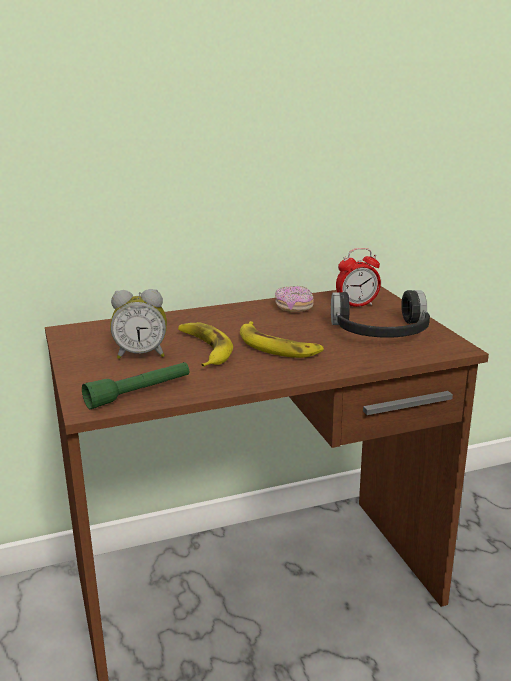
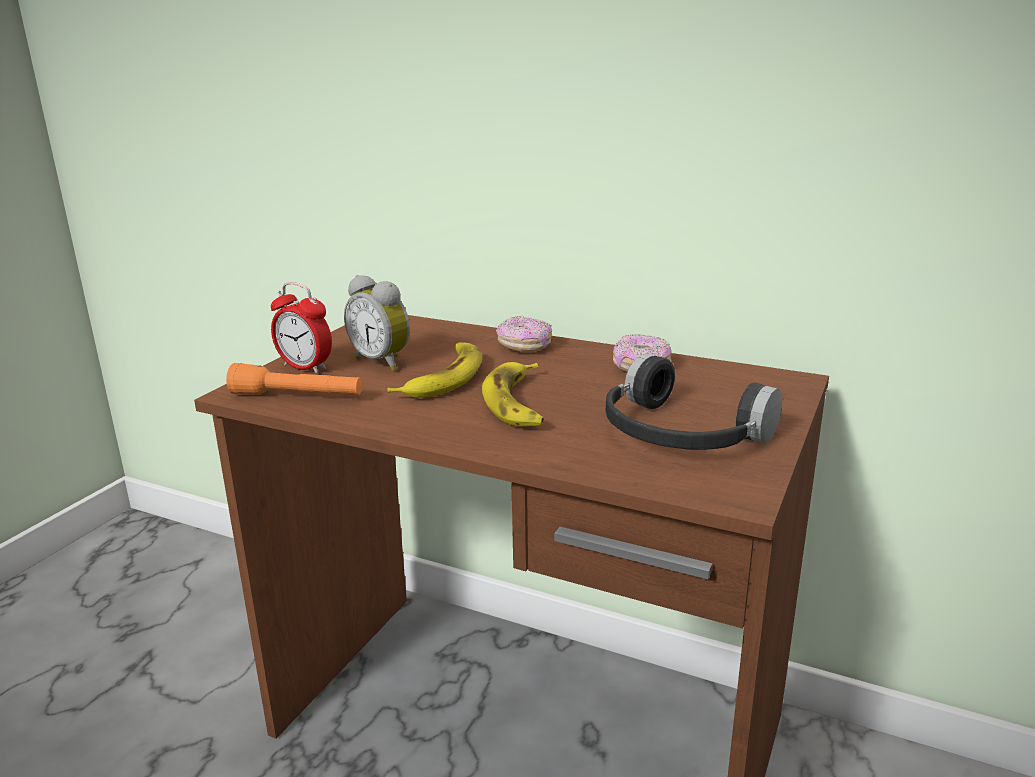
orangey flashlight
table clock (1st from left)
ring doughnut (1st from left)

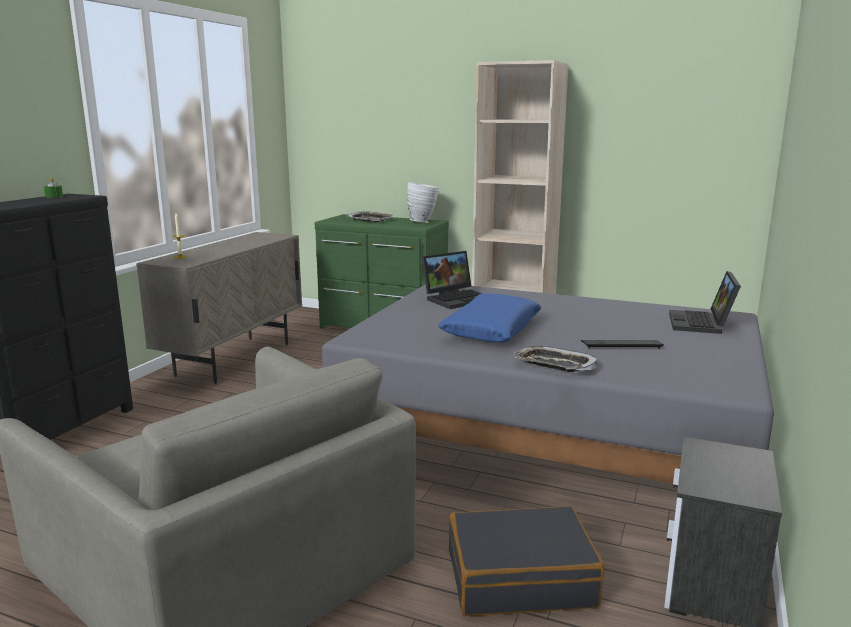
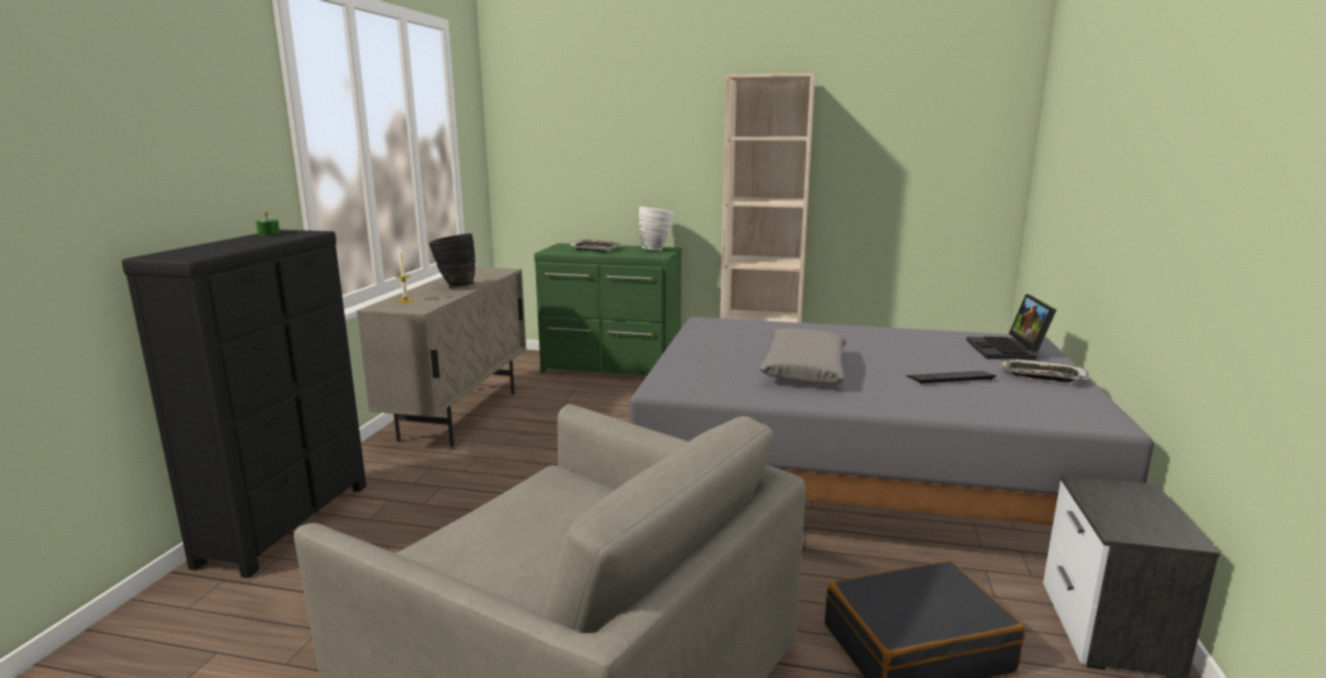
notebook computer (1st from left in the first image)
gray cushion
serving tray (2nd from left)
blackish vase

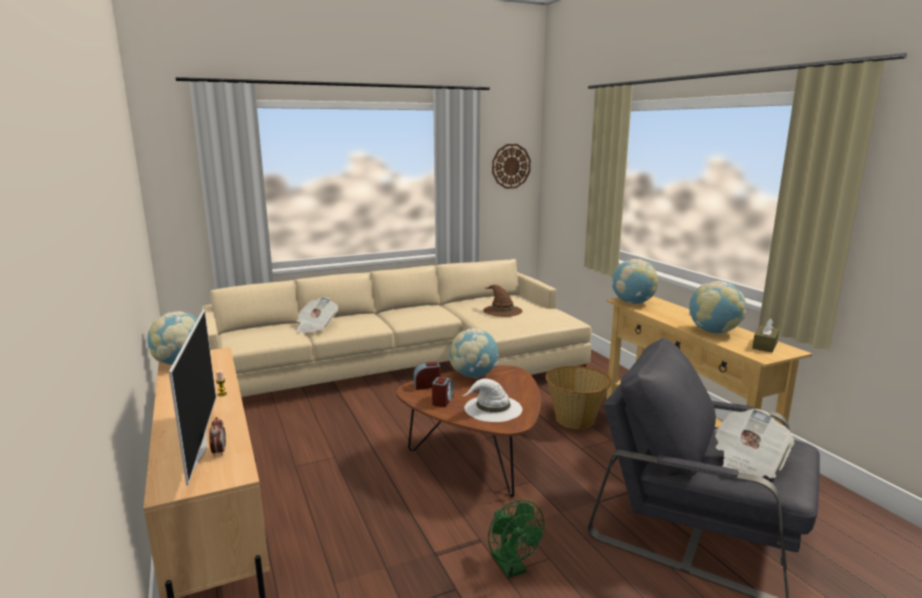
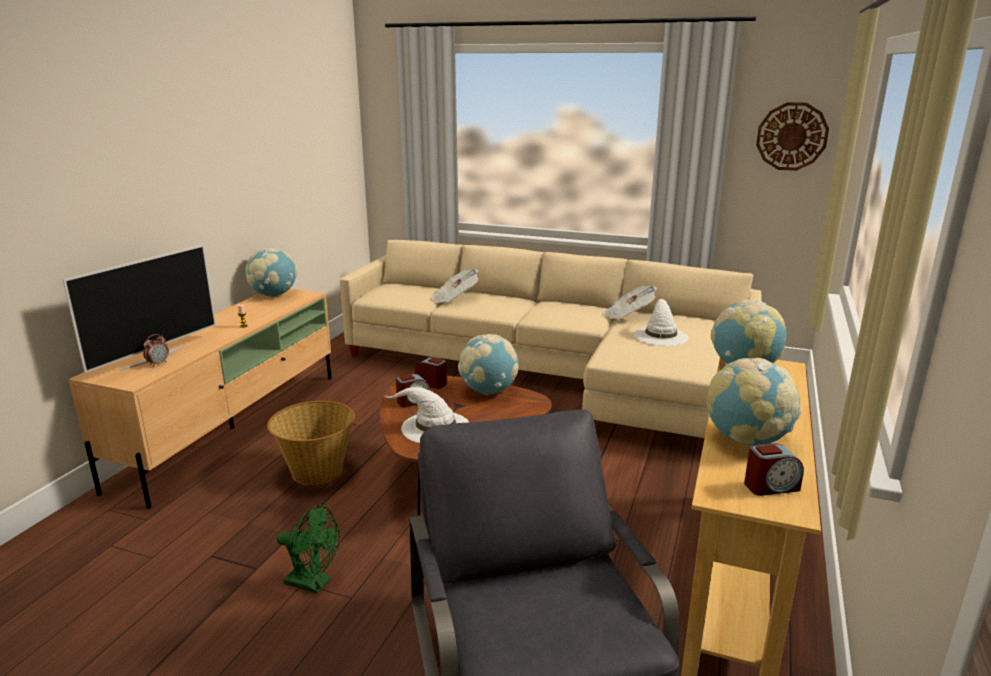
white-coloured clothing hat (2nd from left)
greenish electric fan
basket
printed paper (2nd from left)
table clock (4th from left)

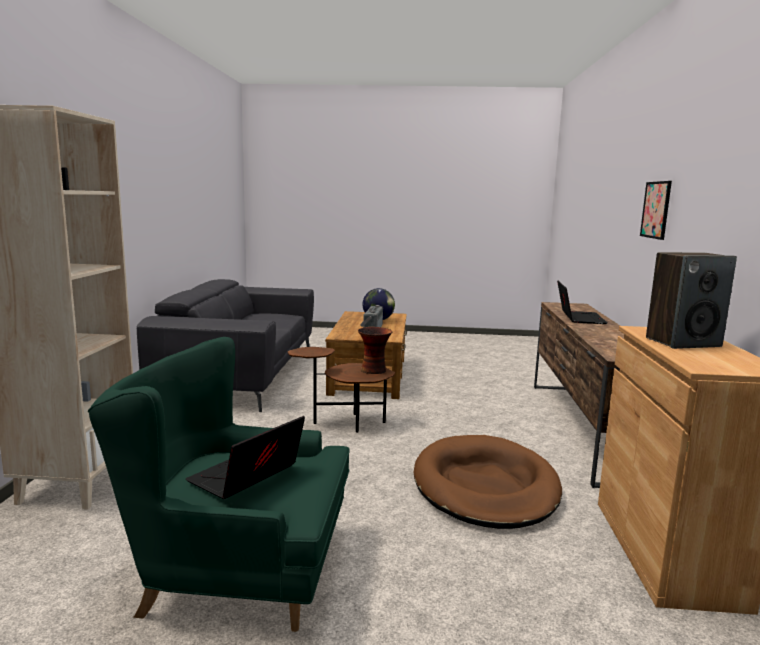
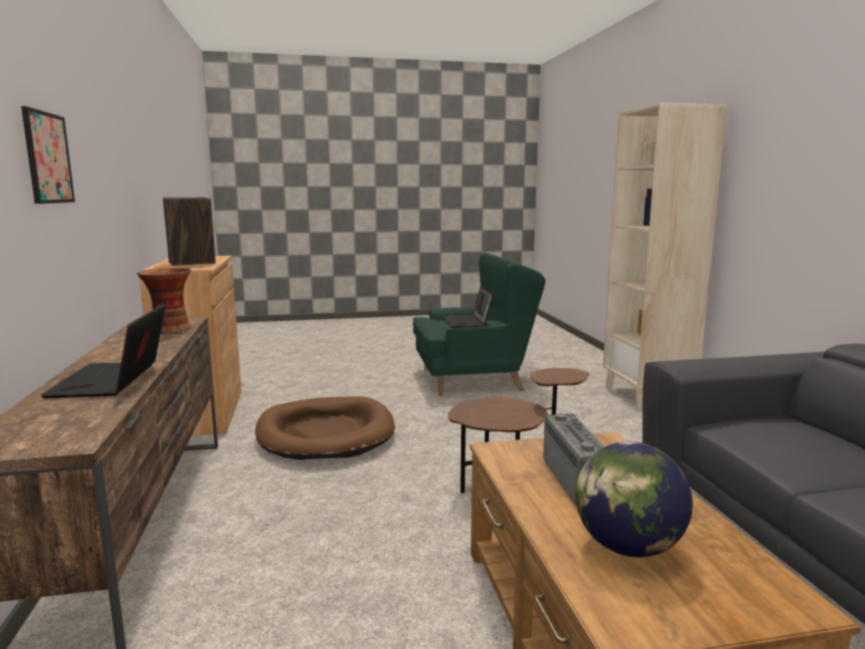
notebook computer (2nd from left)
vase

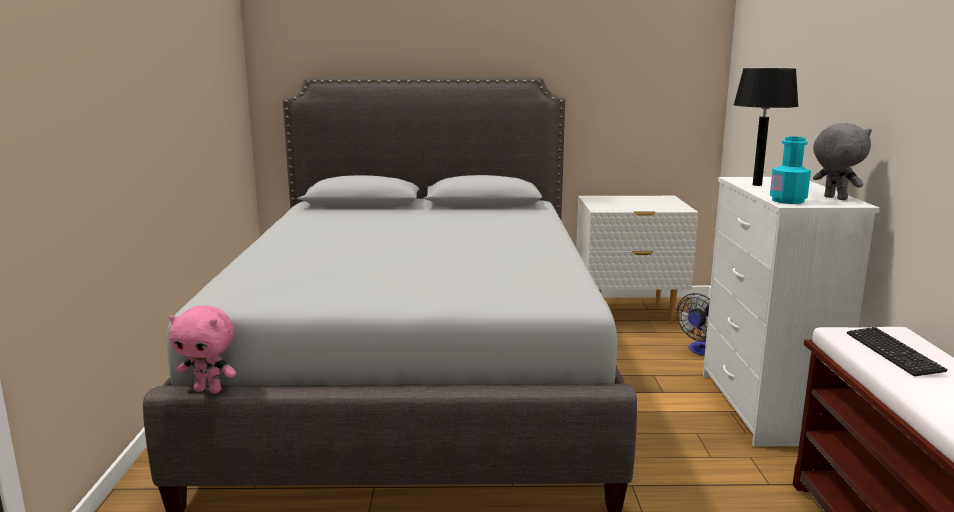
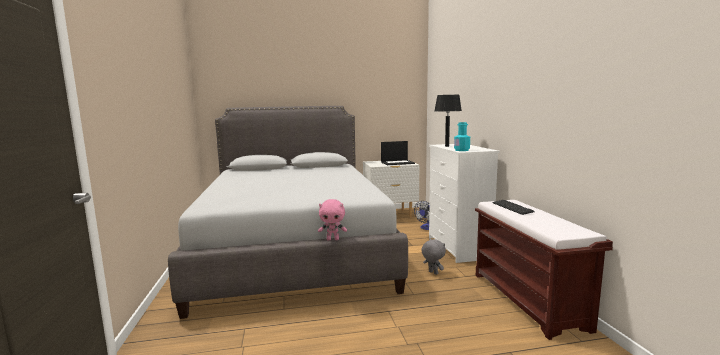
pinkish plush toy
gray plush toy
notebook computer

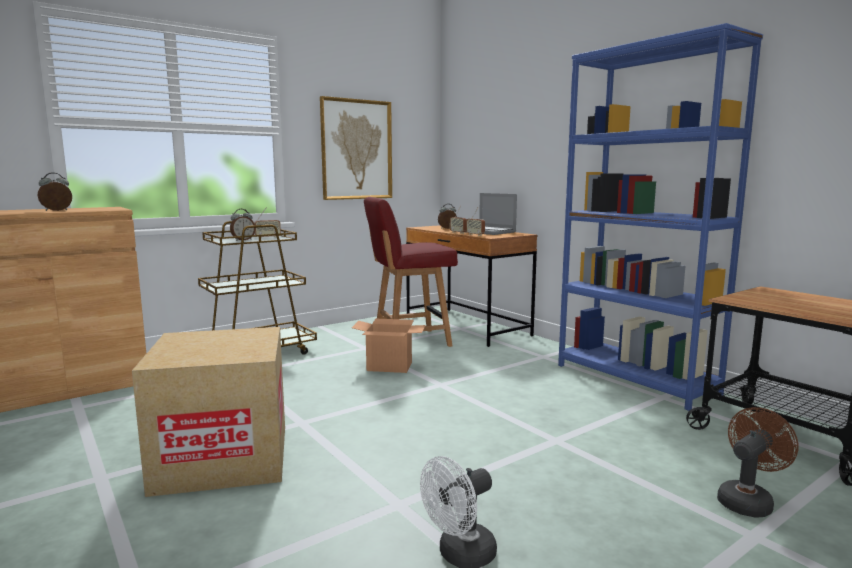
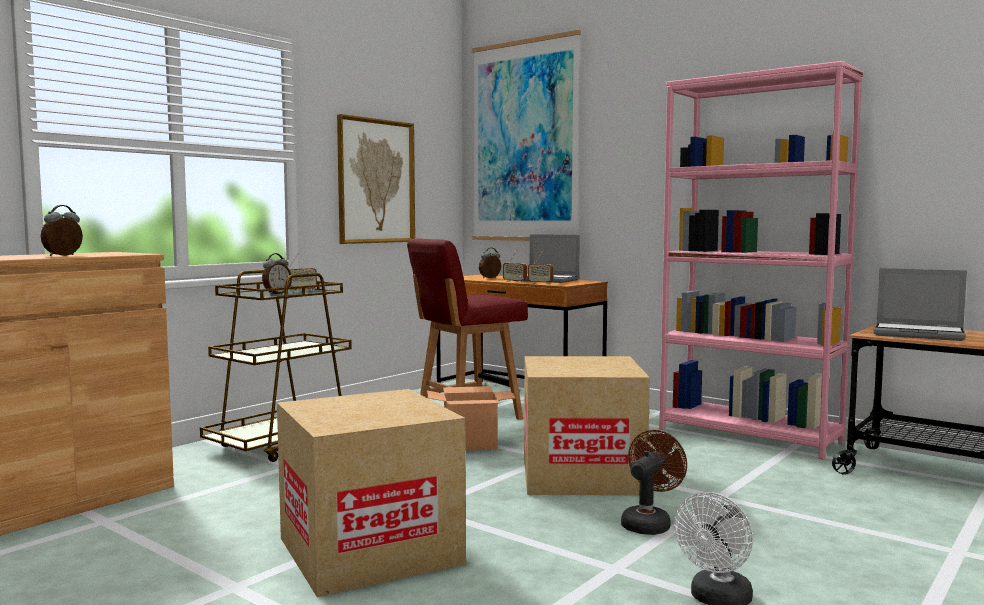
pinkish bookshelf
brown-coloured electric fan
picture (2nd from left)
cardboard box (3rd from left)
notebook computer (2nd from left)

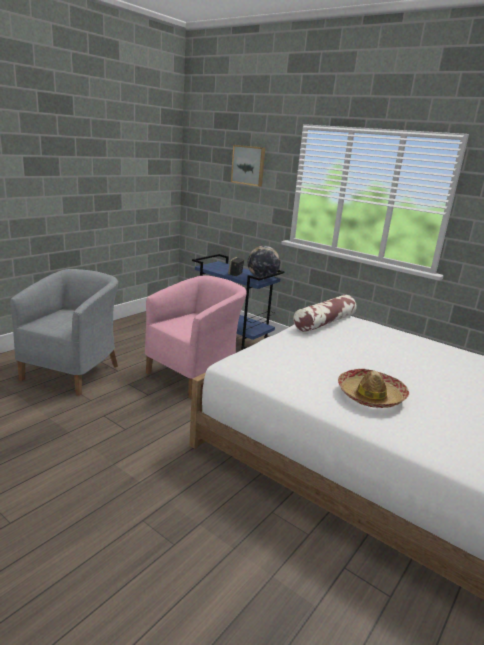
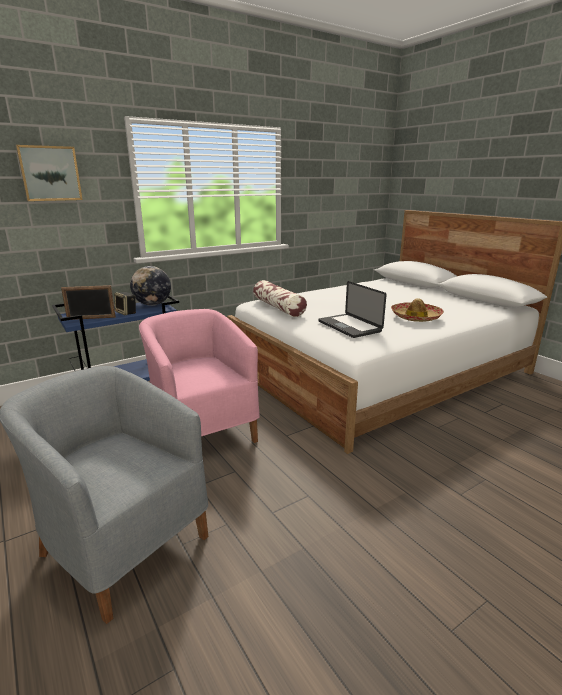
photo frame
notebook computer

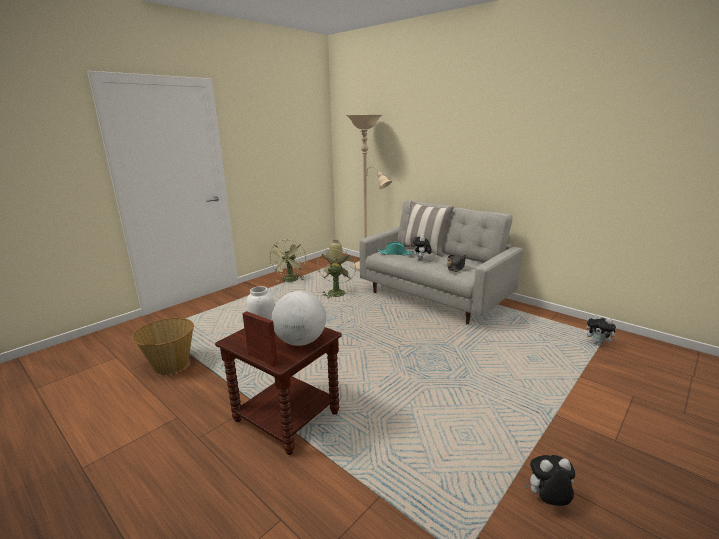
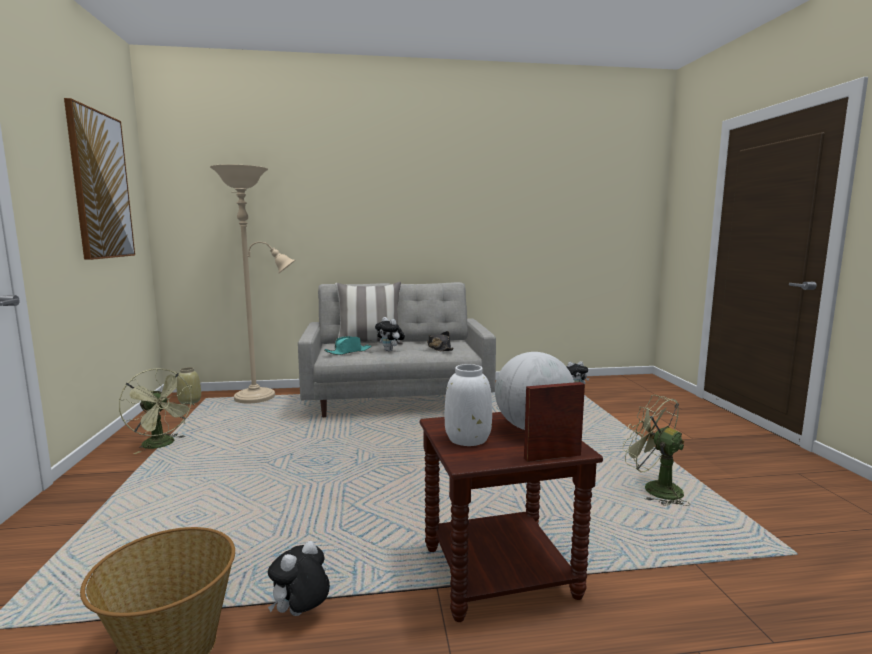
greenish electric fan (2nd from left)
plush toy (1st from left)
picture

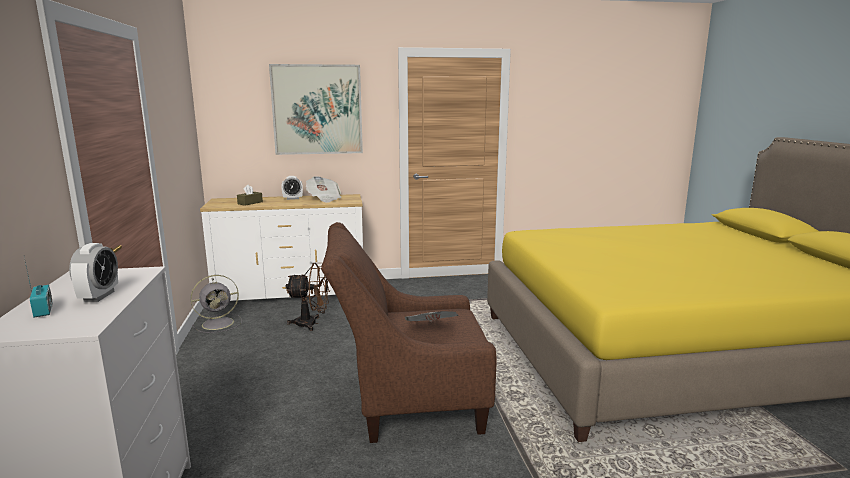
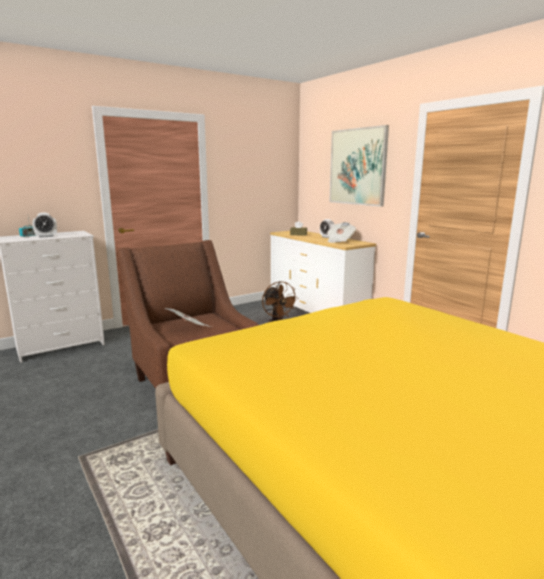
gray electric fan

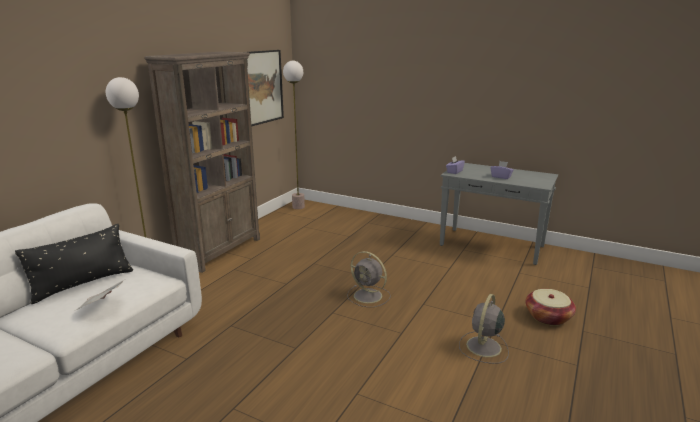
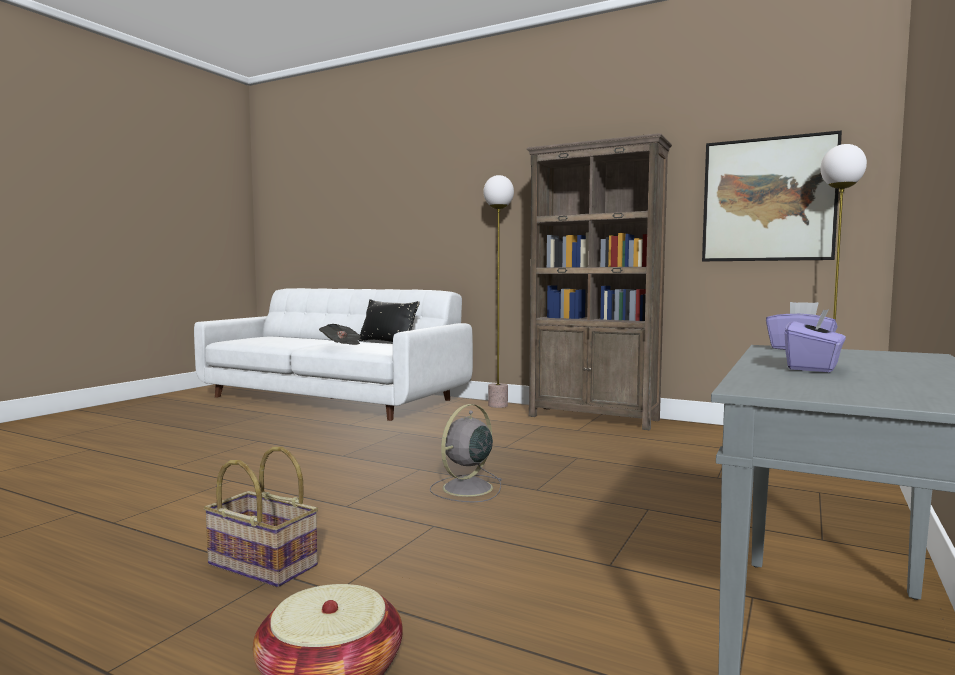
basket (1st from left)

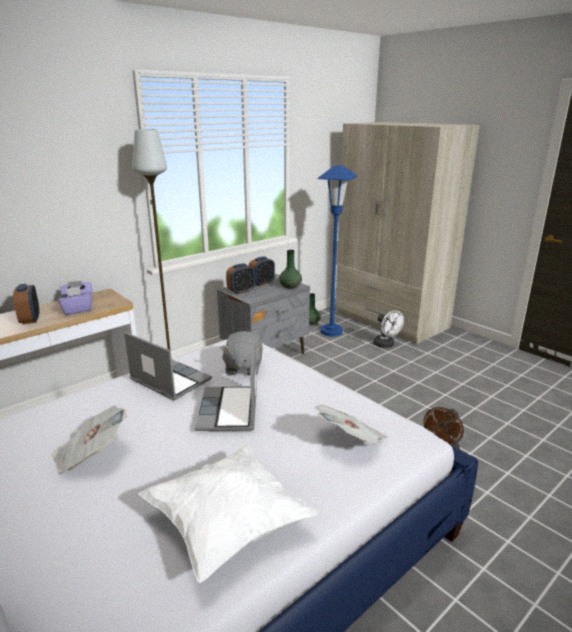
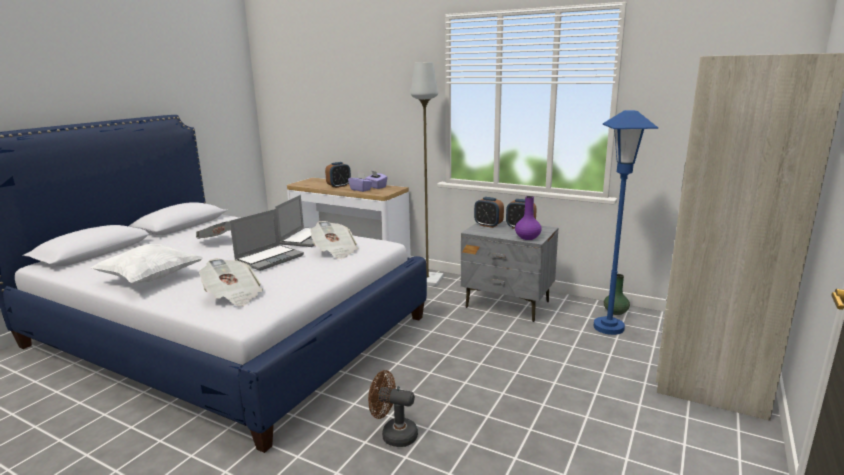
notebook computer (1st from left)
printed paper (3rd from left)
purple-coloured vase
white-coloured electric fan

